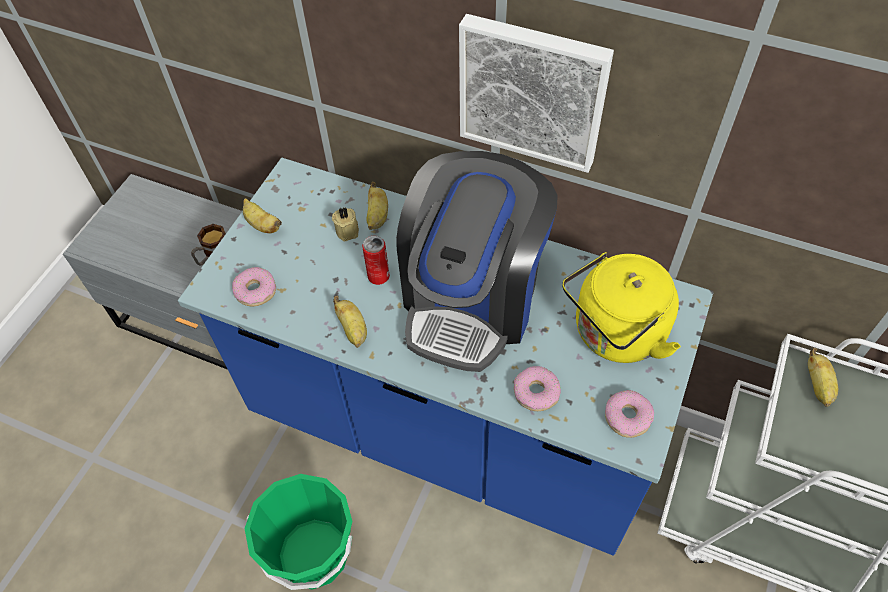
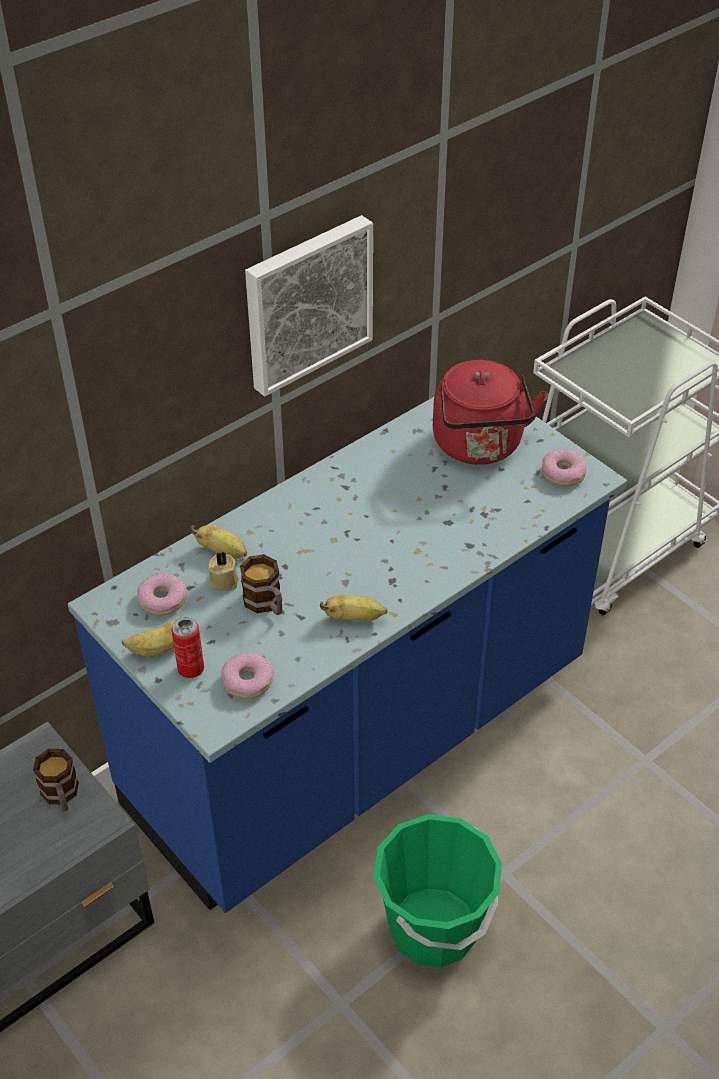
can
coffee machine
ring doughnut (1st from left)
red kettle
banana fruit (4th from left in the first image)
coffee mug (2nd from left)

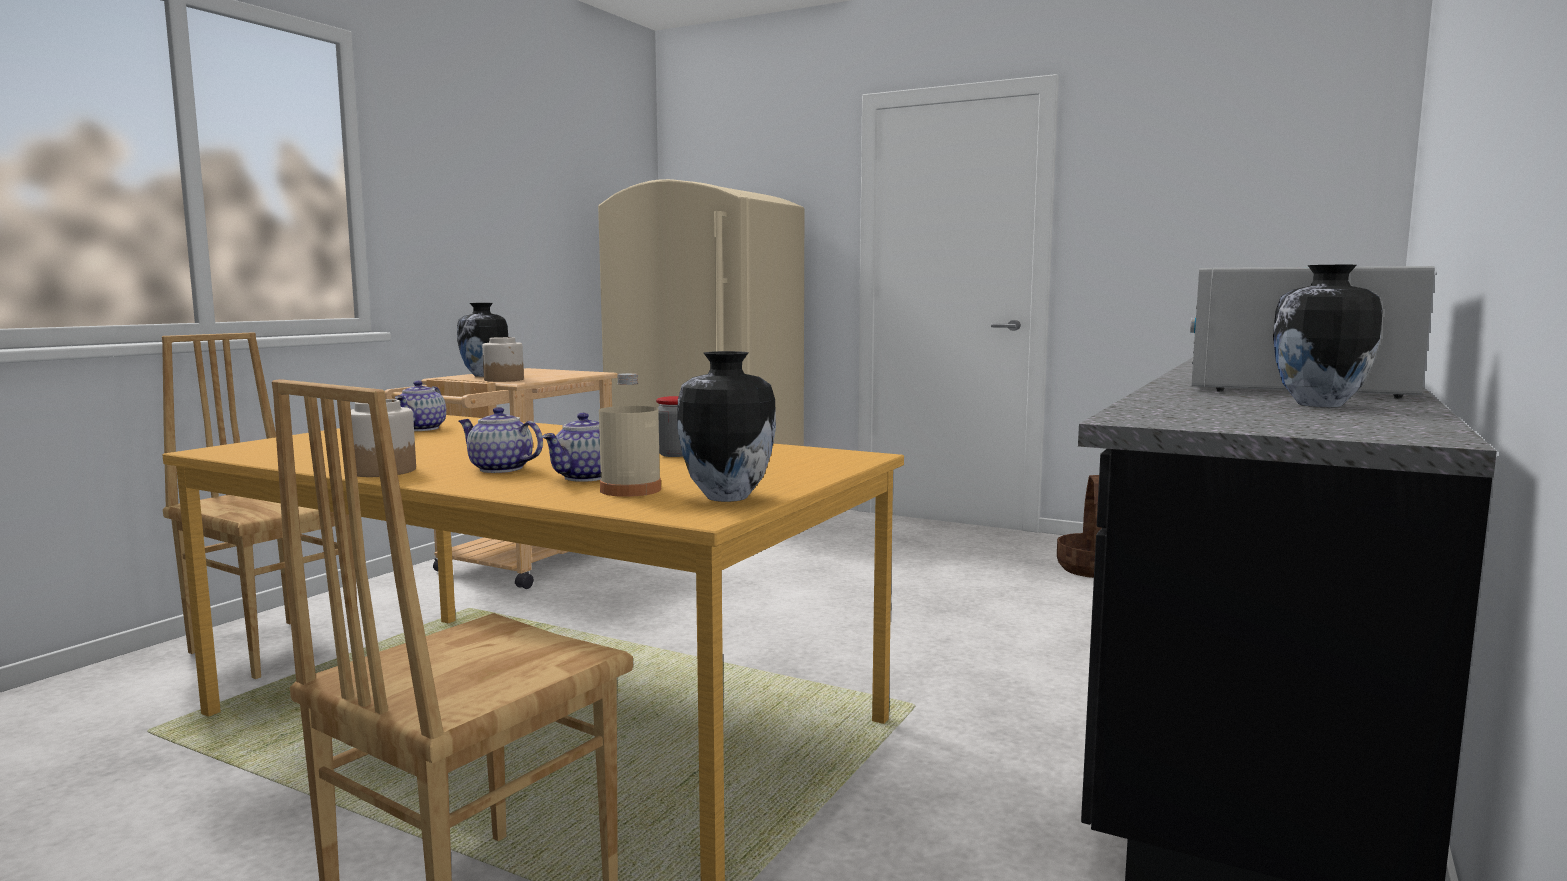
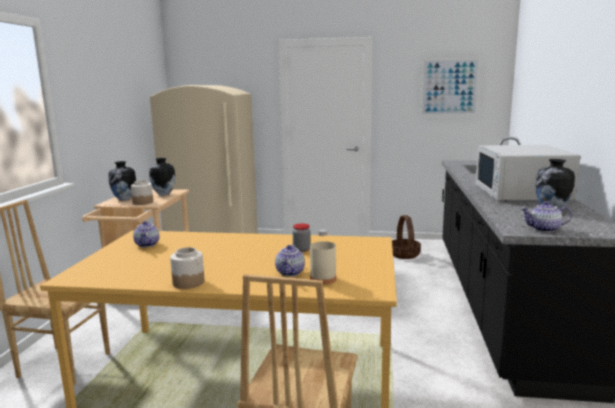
pot for tea (3rd from left)
vase (2nd from left)
picture

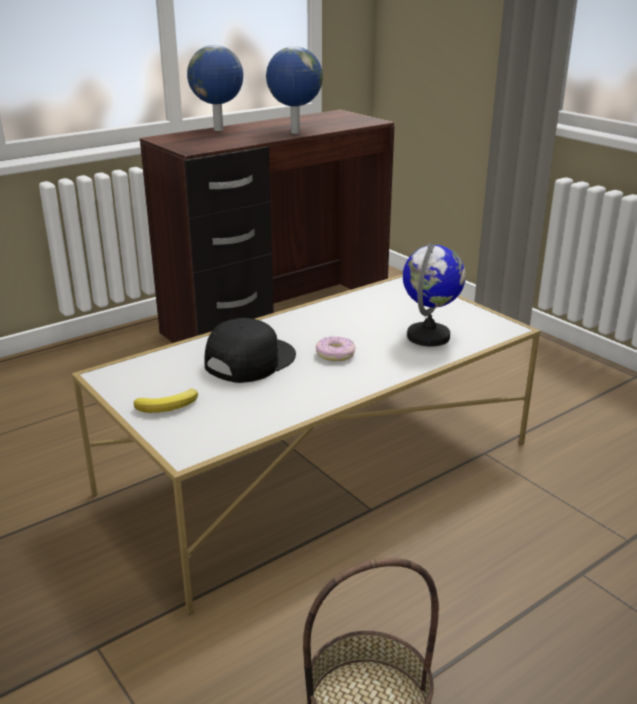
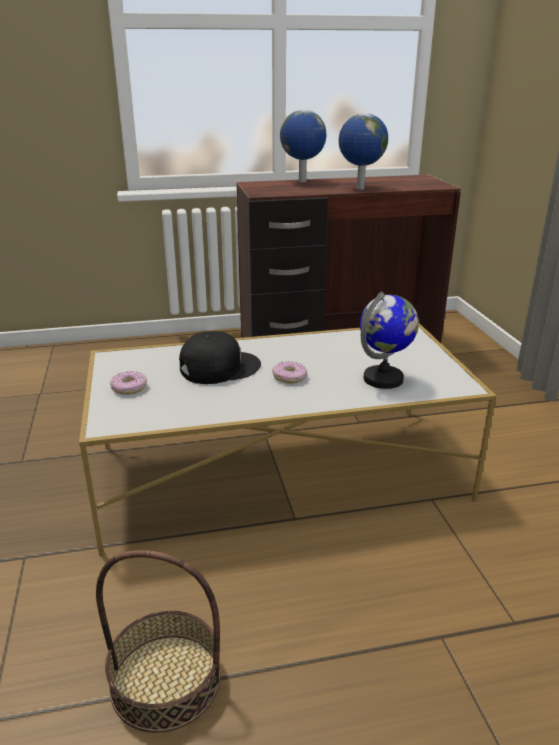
ring doughnut (1st from left)

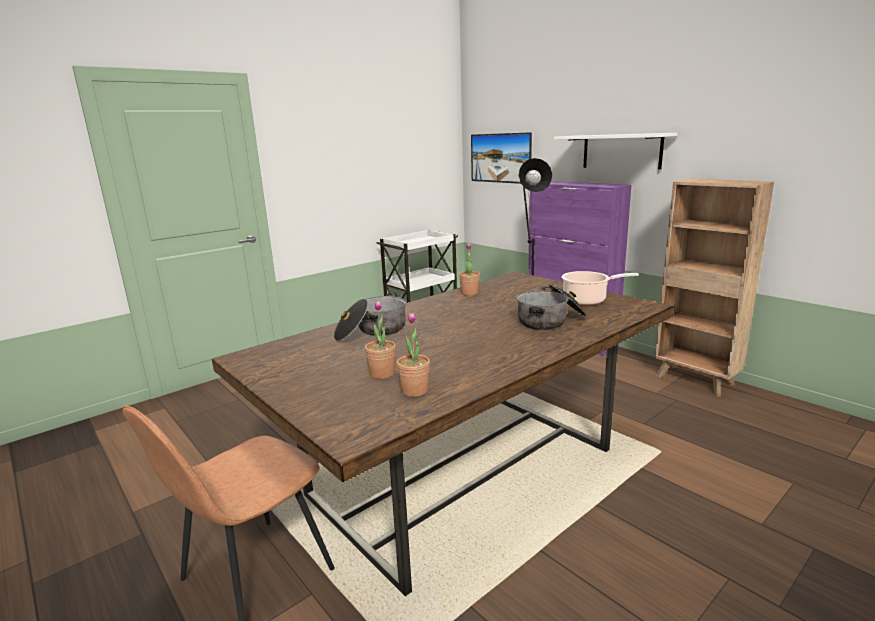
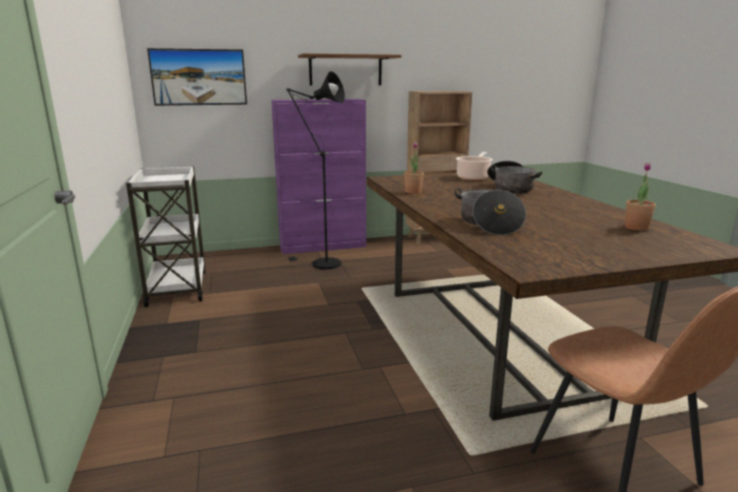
houseplant (1st from left in the first image)
brown-coloured wall shelf

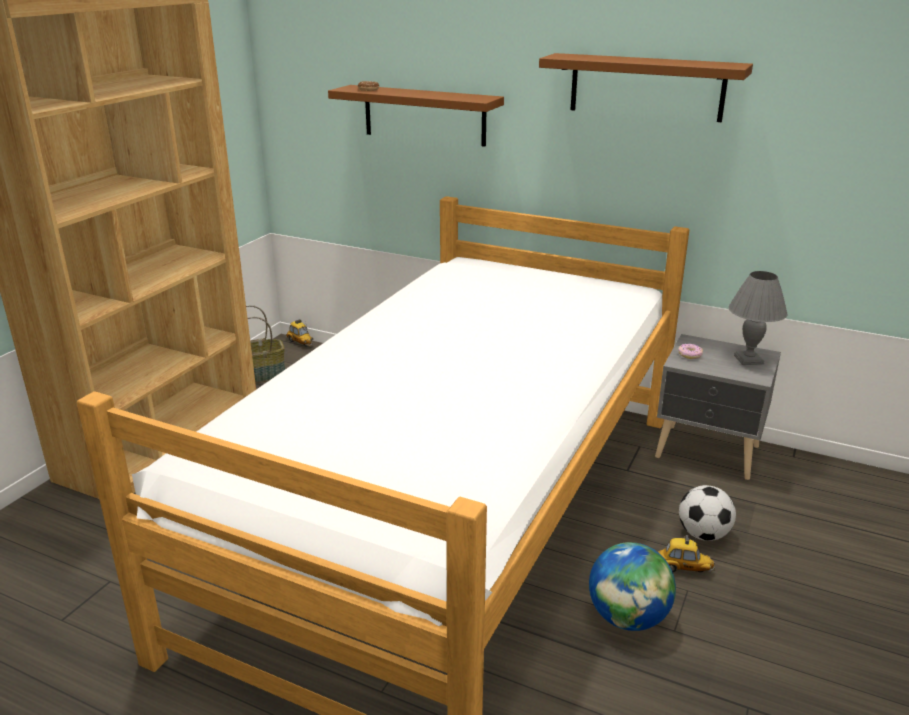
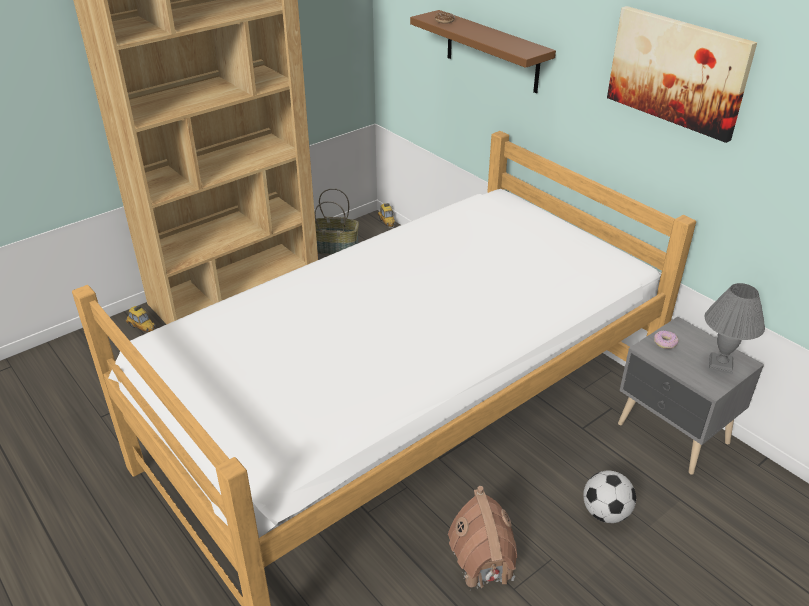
picture
miniature house
model car (1st from left)

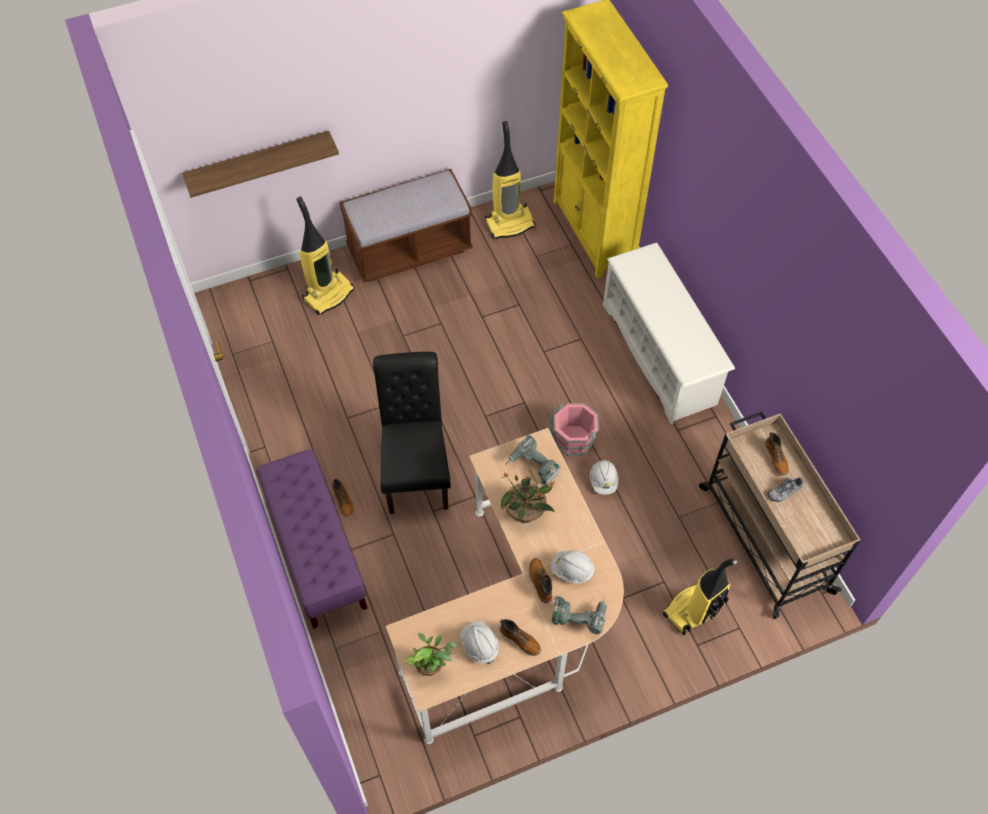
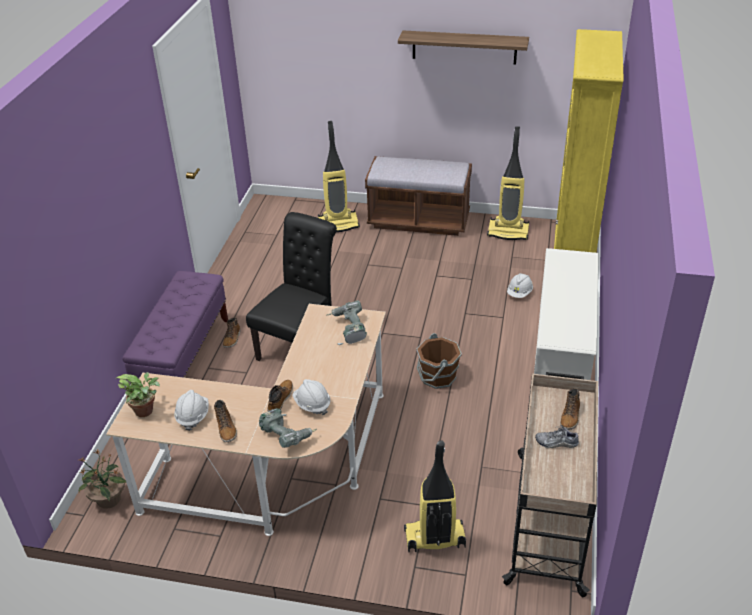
wall shelf
houseplant (1st from left)
brown-coloured pail
white-coloured work helmet (3rd from left)

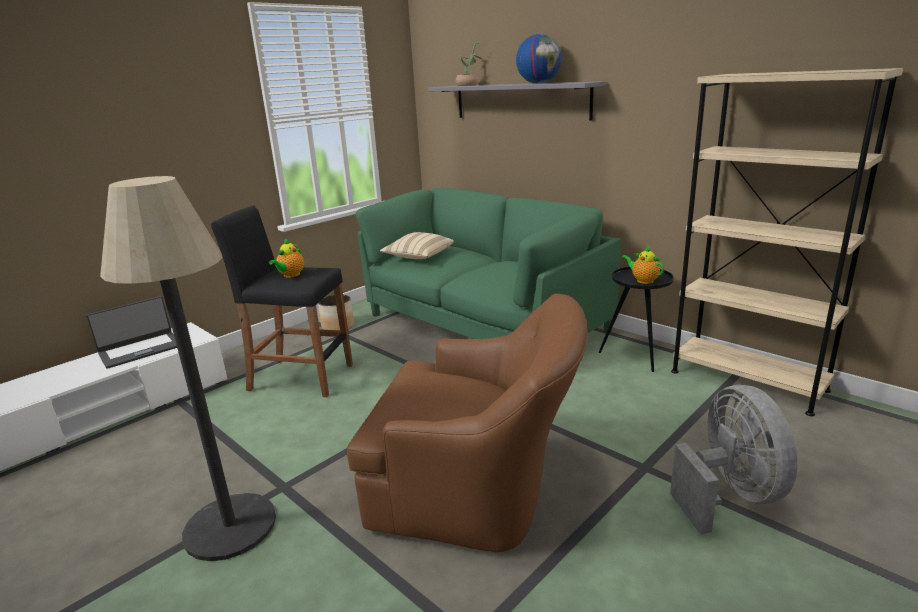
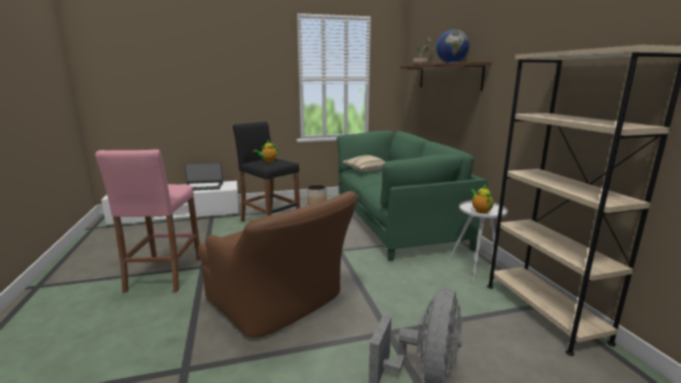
pinkish sitting stool
brown-coloured wall shelf
white-coloured accent table

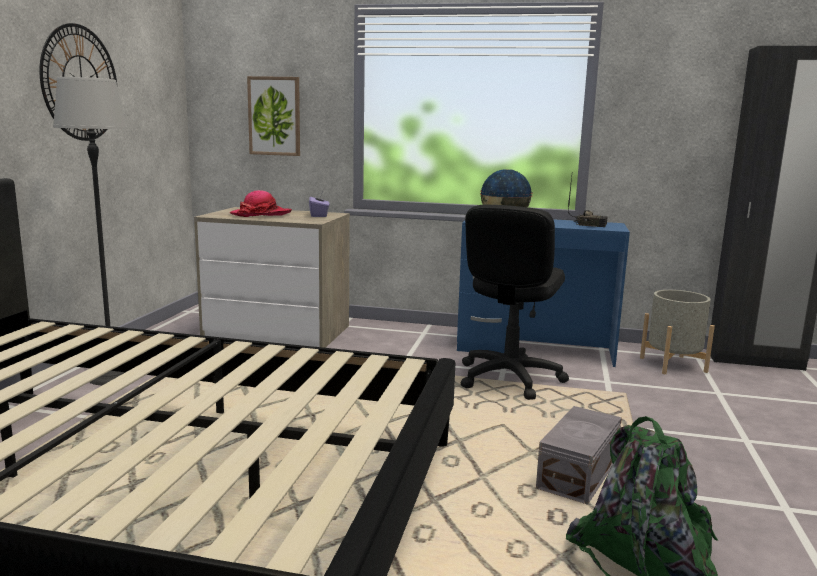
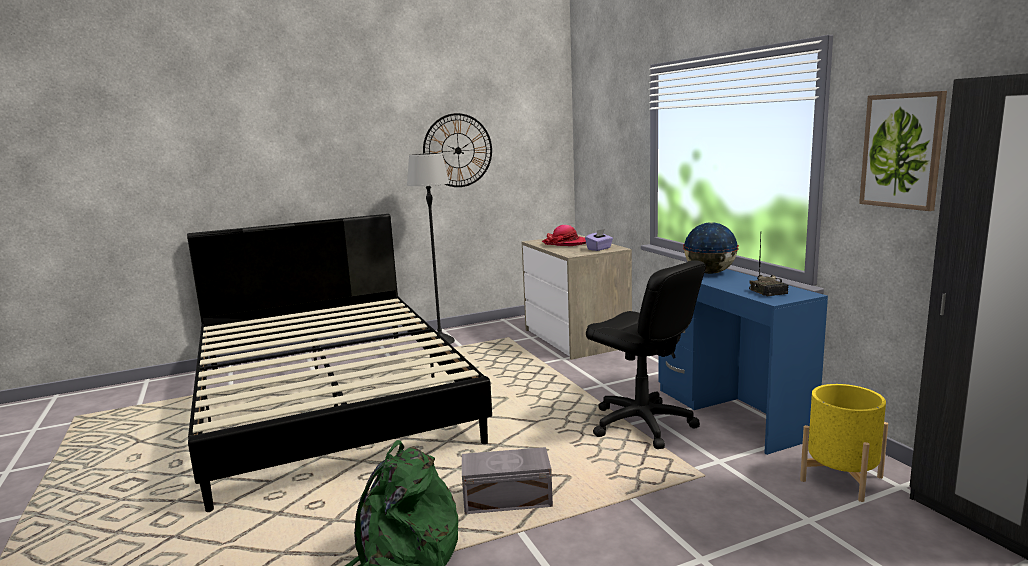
picture
blackish computer chair
yellowish plant pot

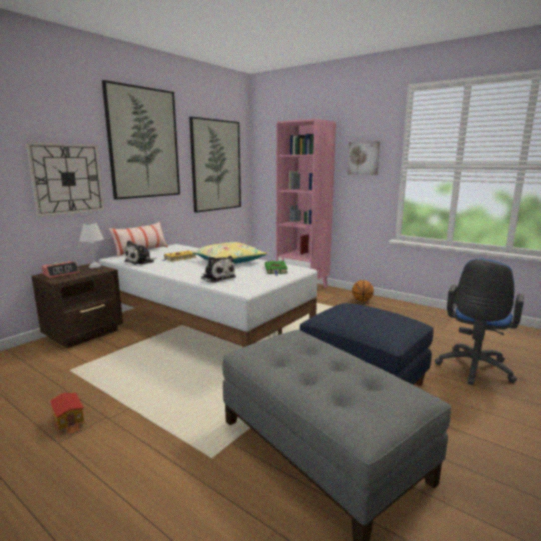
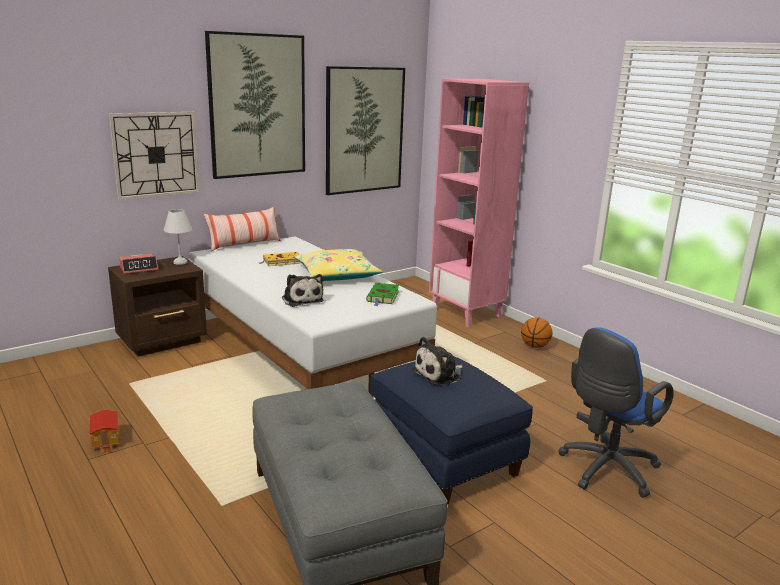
plush toy (2nd from left)
picture (3rd from left in the first image)

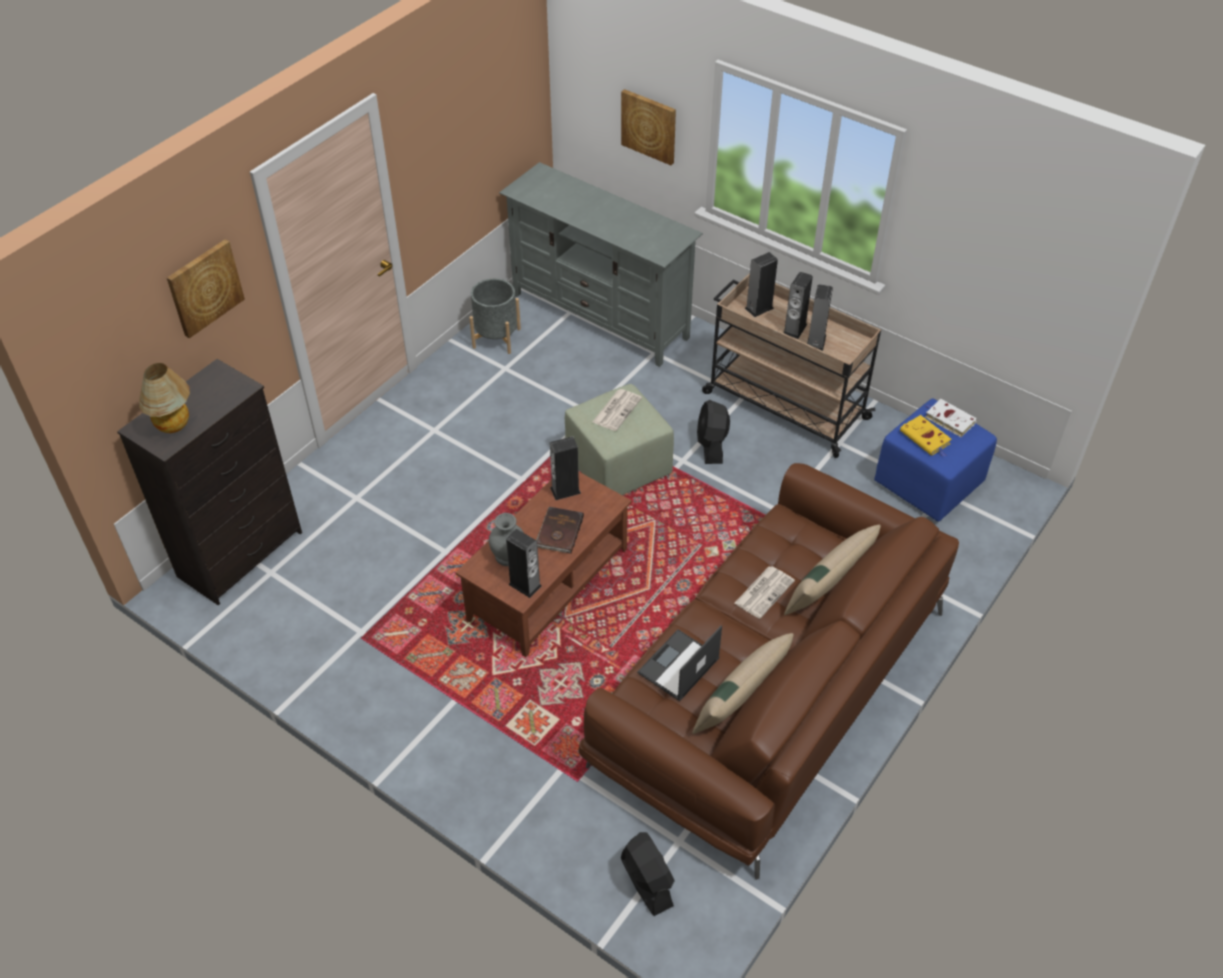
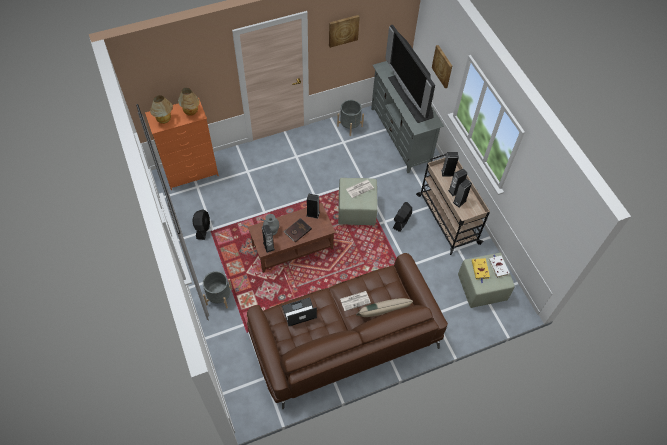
orangey dresser
picture (1st from left)
blackish electric fan (1st from left)
sand-coloured cushion (1st from left in the first image)
greenish footrest (2nd from left)
lamp for a table (2nd from left)
gray plant pot (1st from left)
television

